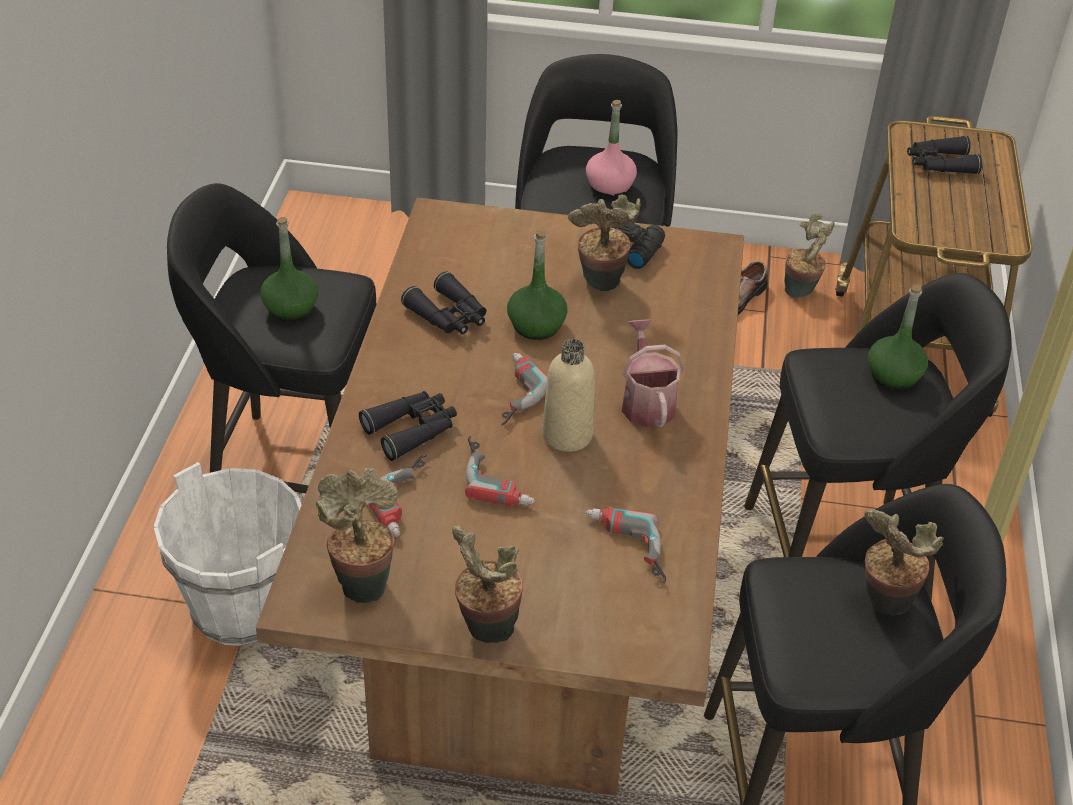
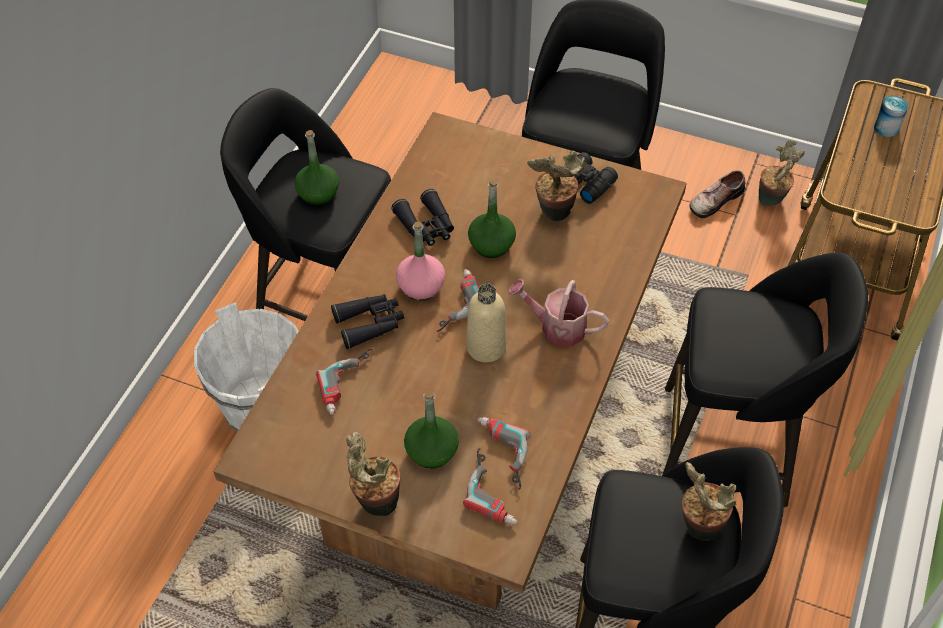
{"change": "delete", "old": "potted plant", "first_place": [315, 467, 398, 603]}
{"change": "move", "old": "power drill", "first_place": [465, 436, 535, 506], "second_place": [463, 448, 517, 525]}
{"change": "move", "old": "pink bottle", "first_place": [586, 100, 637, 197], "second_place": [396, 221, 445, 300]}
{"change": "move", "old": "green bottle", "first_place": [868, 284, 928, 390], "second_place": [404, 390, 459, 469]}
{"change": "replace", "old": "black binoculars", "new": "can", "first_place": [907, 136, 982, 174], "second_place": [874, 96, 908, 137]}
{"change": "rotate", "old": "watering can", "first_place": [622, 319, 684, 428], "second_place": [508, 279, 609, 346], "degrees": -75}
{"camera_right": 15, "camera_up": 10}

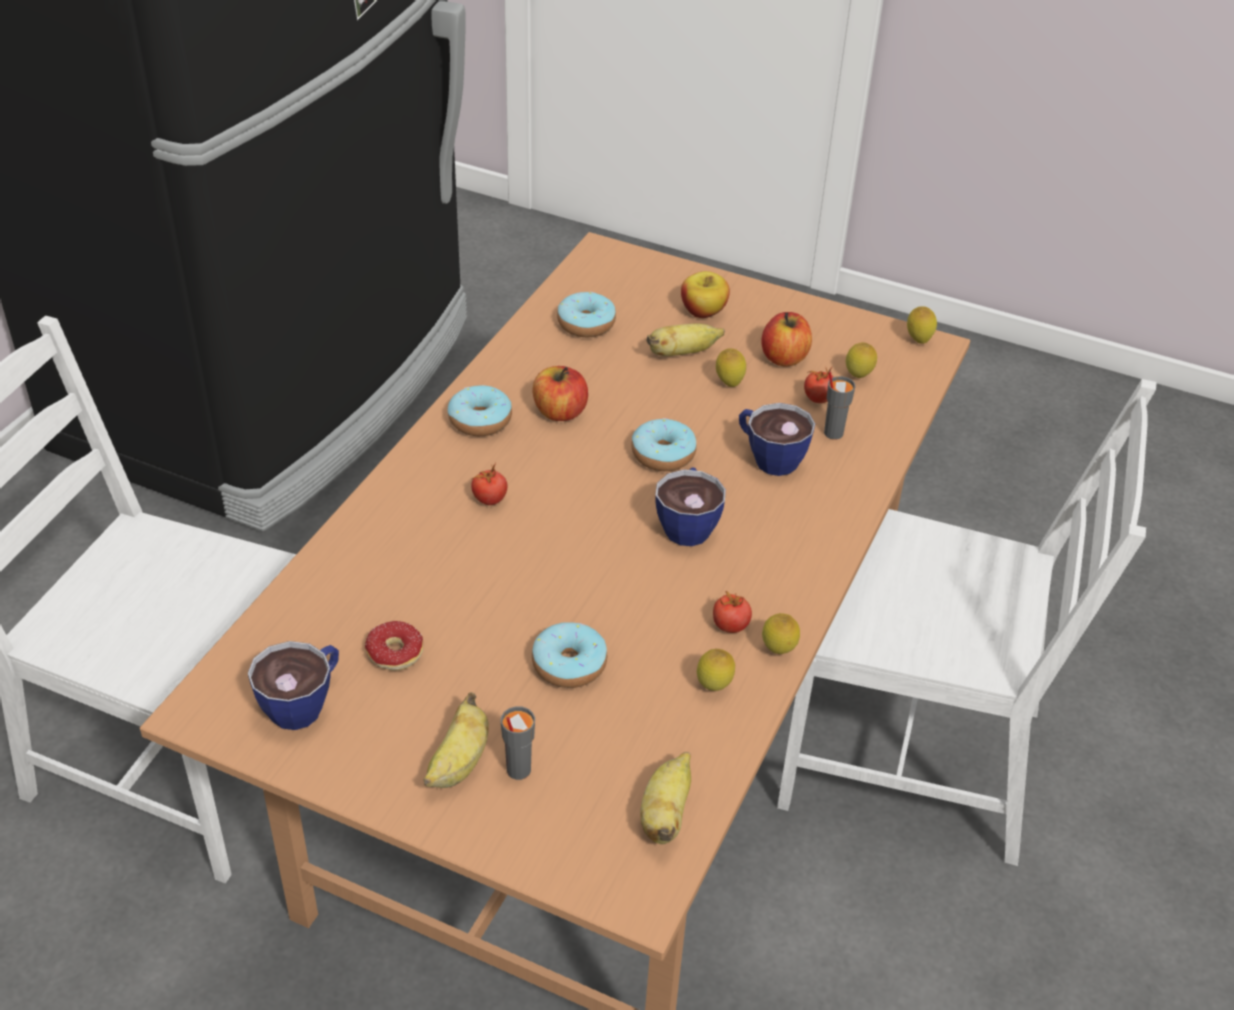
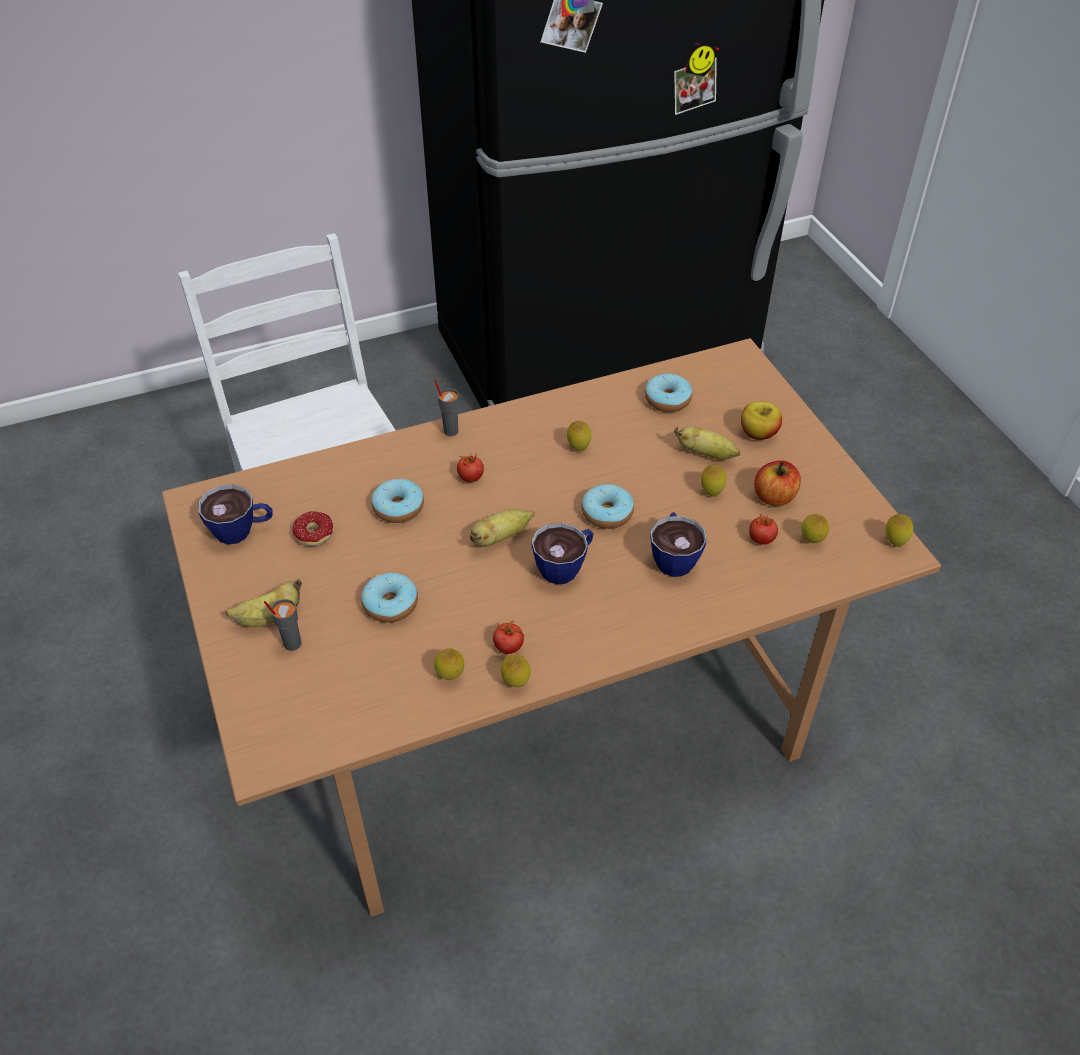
{"change": "delete", "old": "white chair", "first_place": [777, 379, 1157, 866]}
{"change": "move", "old": "donut", "first_place": [448, 385, 512, 436], "second_place": [372, 478, 424, 523]}
{"change": "move", "old": "banana", "first_place": [640, 752, 691, 844], "second_place": [470, 509, 534, 547]}
{"change": "move", "old": "grey cup", "first_place": [824, 371, 856, 440], "second_place": [434, 380, 459, 436]}
{"change": "replace", "old": "apple", "new": "lemon", "first_place": [532, 366, 588, 421], "second_place": [567, 421, 591, 451]}
{"camera_right": 45, "camera_up": 5}

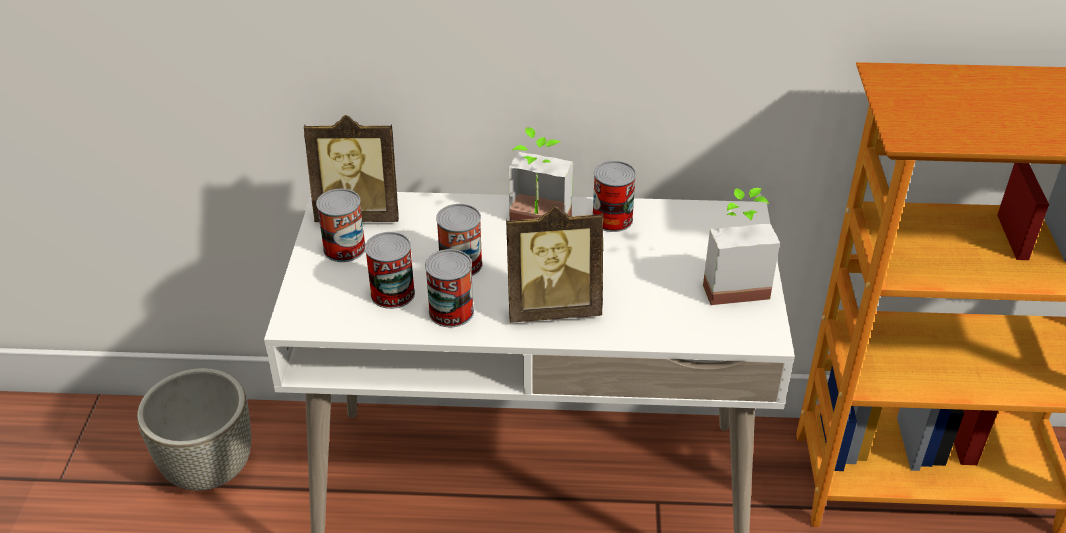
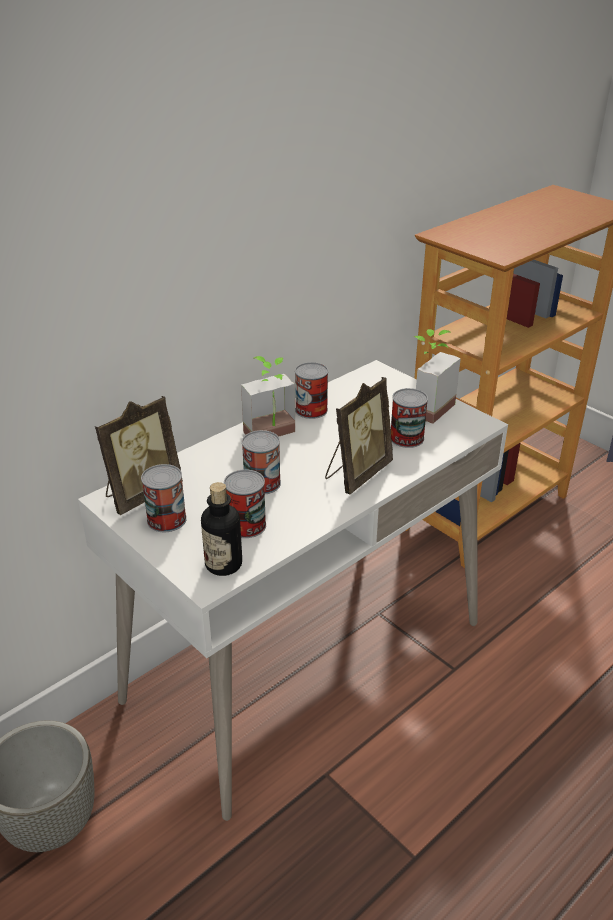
{"change": "insert", "new": "bottle", "second_place": [201, 482, 242, 576]}
{"change": "move", "old": "can", "first_place": [425, 249, 474, 327], "second_place": [391, 388, 428, 448]}
{"camera_right": -45, "camera_up": -5}

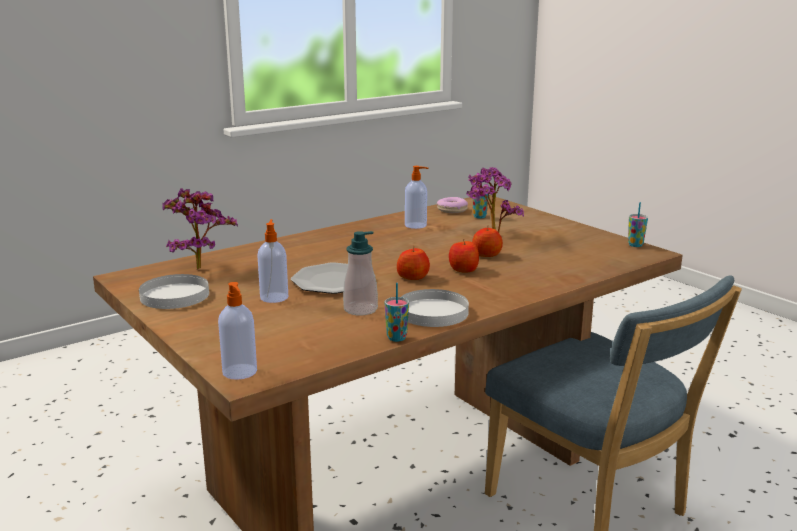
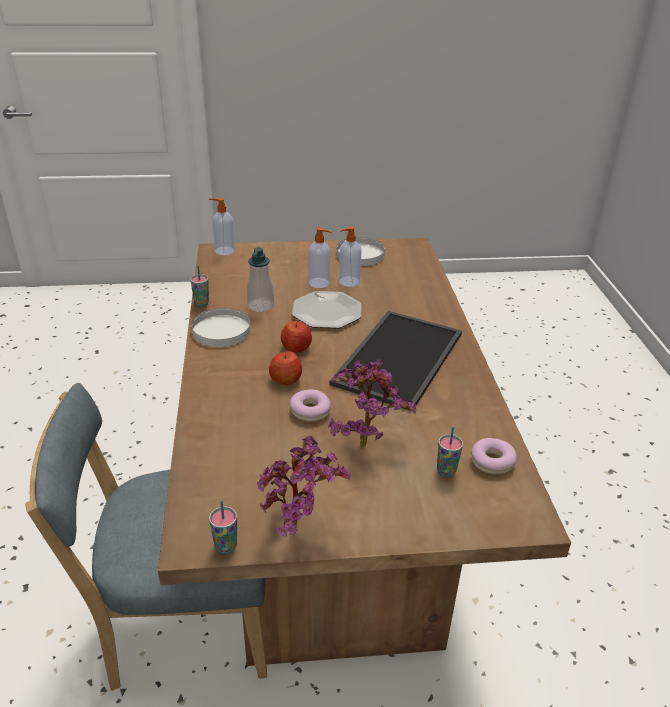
{"change": "insert", "new": "tray", "second_place": [330, 311, 462, 410]}
{"change": "move", "old": "potted plant", "first_place": [162, 188, 238, 270], "second_place": [257, 436, 351, 537]}
{"change": "move", "old": "soap dispenser", "first_place": [405, 166, 429, 229], "second_place": [339, 226, 361, 287]}
{"change": "replace", "old": "apple", "new": "donut", "first_place": [472, 228, 503, 257], "second_place": [290, 389, 331, 422]}
{"camera_right": 120, "camera_up": 15}

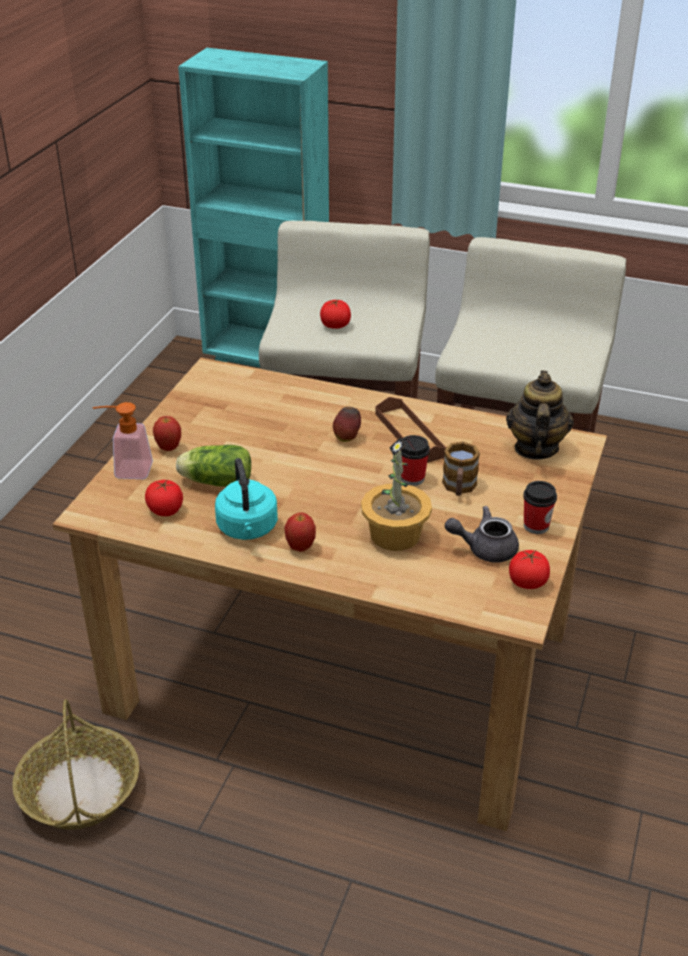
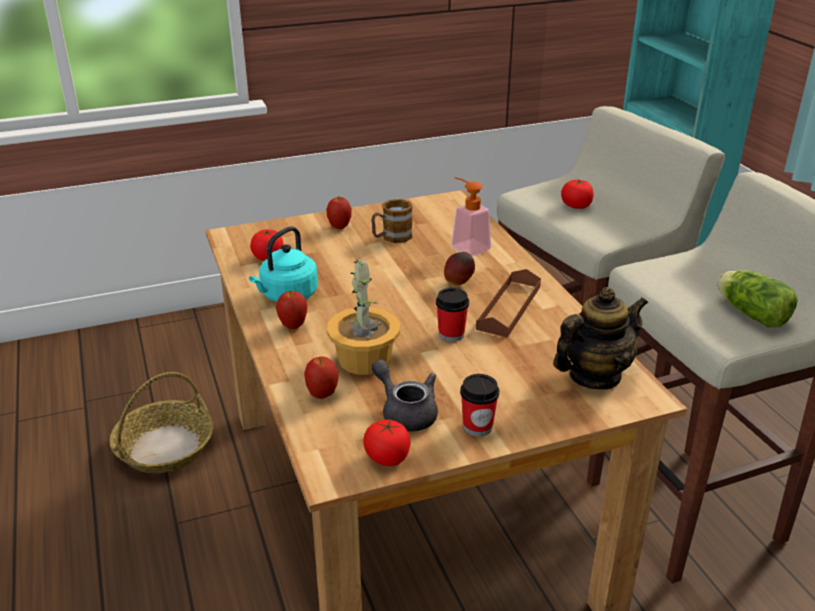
{"change": "insert", "new": "apple", "second_place": [304, 356, 338, 399]}
{"change": "move", "old": "soap dispenser", "first_place": [93, 402, 153, 479], "second_place": [451, 177, 491, 256]}
{"change": "move", "old": "lettuce", "first_place": [176, 445, 251, 487], "second_place": [717, 270, 798, 327]}
{"change": "move", "old": "mug", "first_place": [442, 442, 480, 496], "second_place": [371, 199, 412, 243]}
{"camera_right": 50, "camera_up": -5}

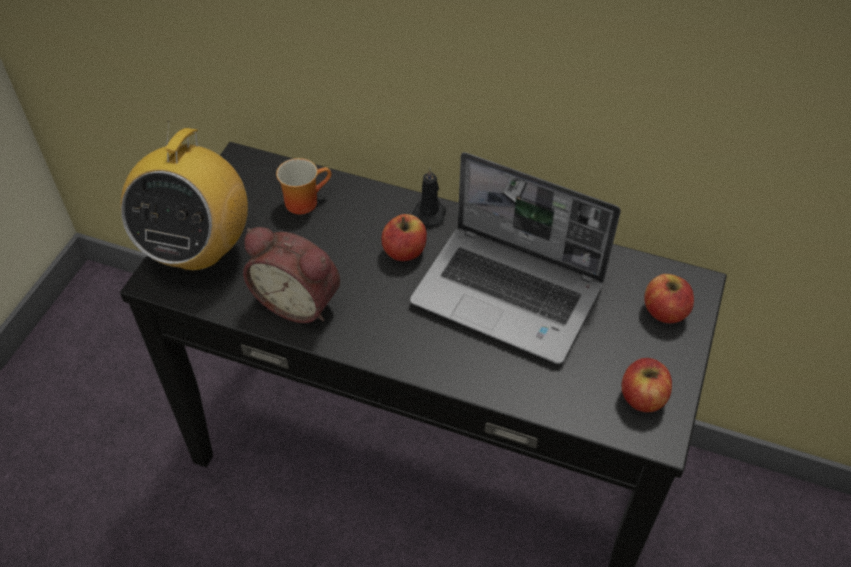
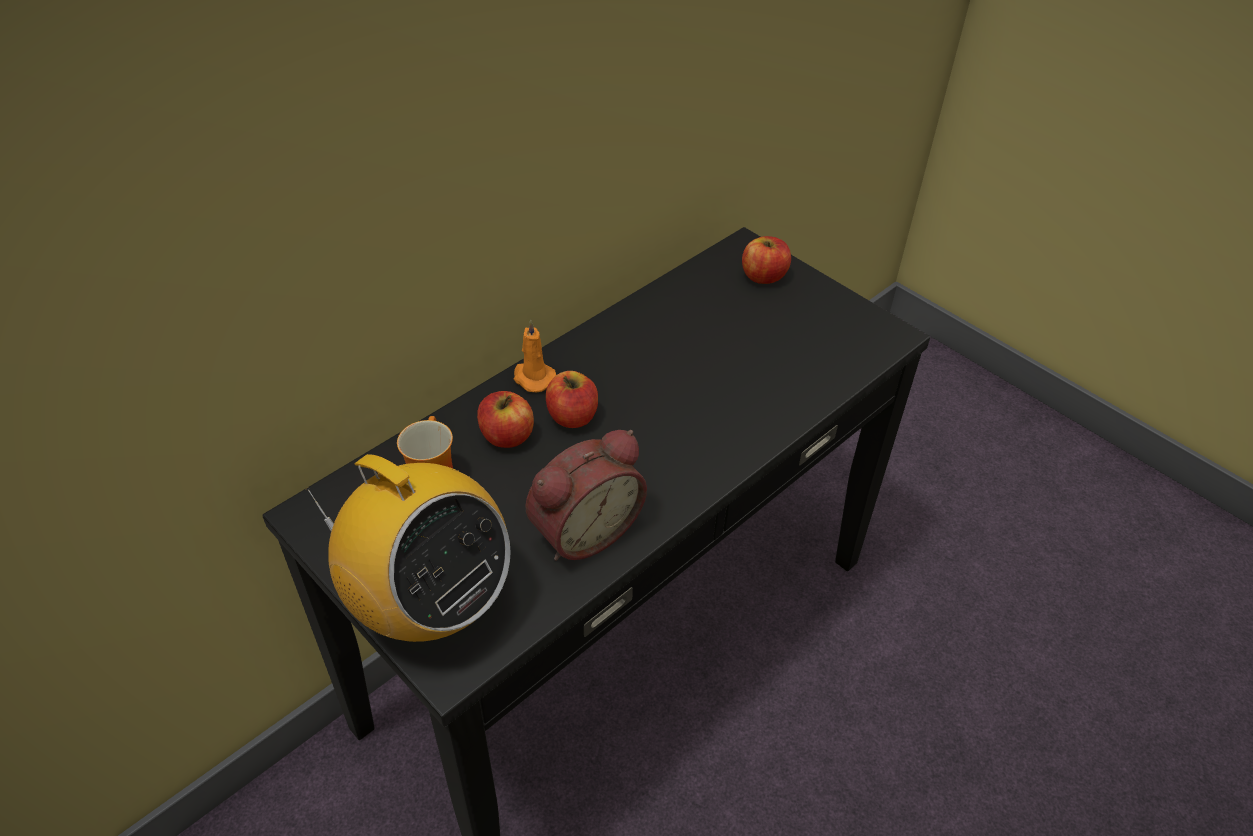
{"change": "delete", "old": "laptop", "first_place": [410, 152, 621, 364]}
{"change": "move", "old": "apple", "first_place": [622, 358, 672, 412], "second_place": [477, 391, 534, 448]}
{"change": "recolor", "old": "black candle", "new": "orange candle", "first_place": [412, 168, 446, 226], "second_place": [514, 320, 556, 392]}
{"camera_right": -65, "camera_up": -5}

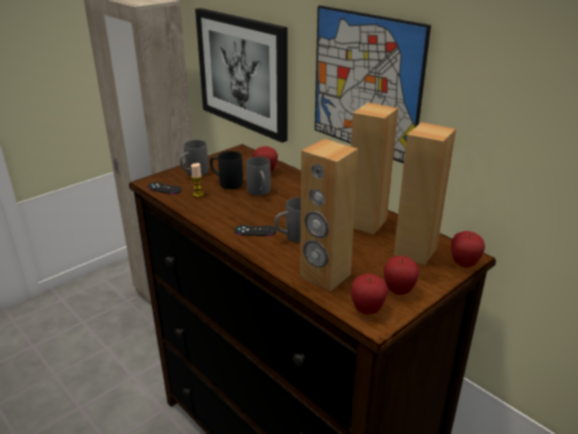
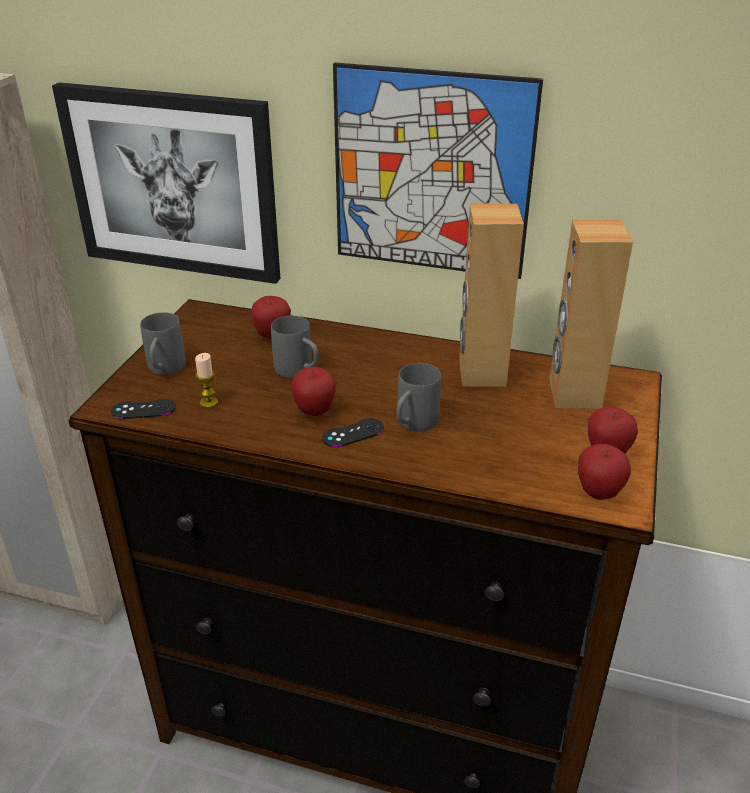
{"change": "delete", "old": "black mug", "first_place": [210, 151, 243, 189]}
{"change": "delete", "old": "brown speaker", "first_place": [300, 139, 358, 291]}
{"change": "move", "old": "apple", "first_place": [451, 231, 485, 268], "second_place": [291, 367, 336, 416]}
{"camera_right": -30, "camera_up": 5}

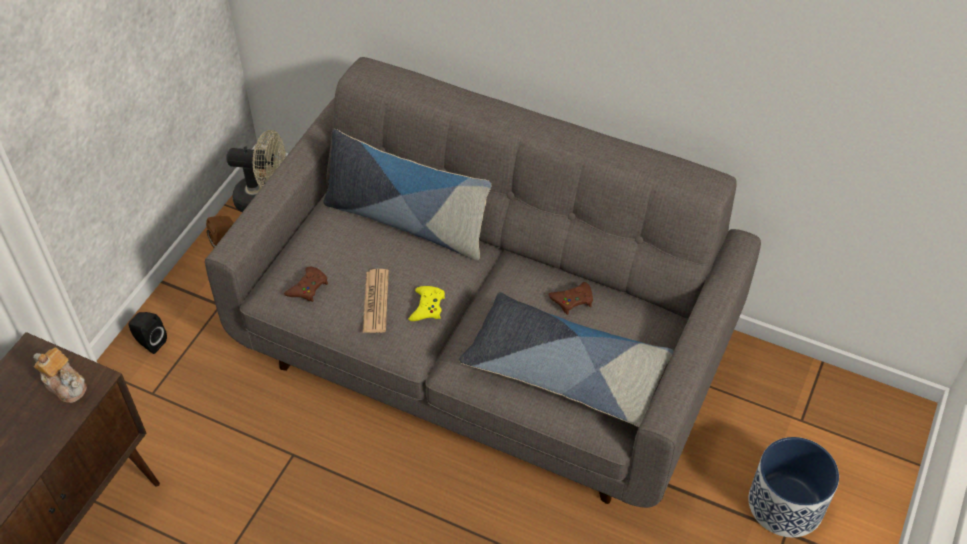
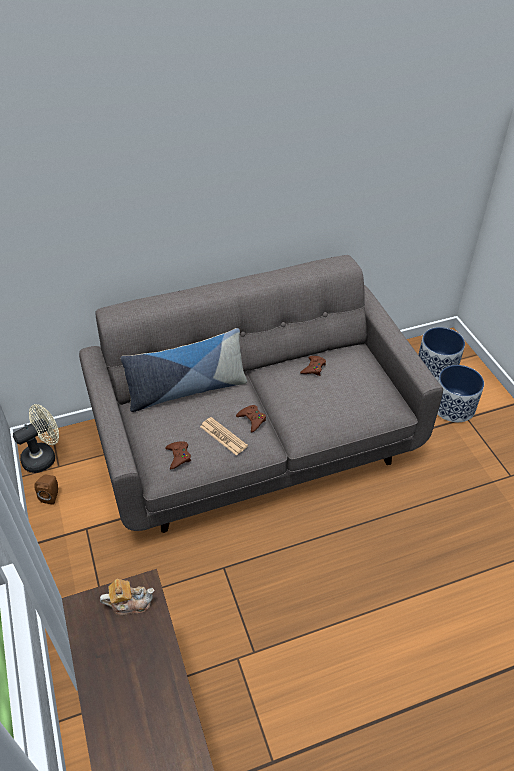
{"change": "delete", "old": "black speaker", "first_place": [128, 312, 167, 354]}
{"change": "delete", "old": "pillow", "first_place": [459, 292, 674, 427]}
{"change": "insert", "new": "planter", "second_place": [418, 327, 465, 381]}
{"change": "recolor", "old": "yellow game controller", "new": "brown game controller", "first_place": [408, 286, 445, 321], "second_place": [236, 405, 266, 432]}
{"camera_right": -45, "camera_up": -5}

